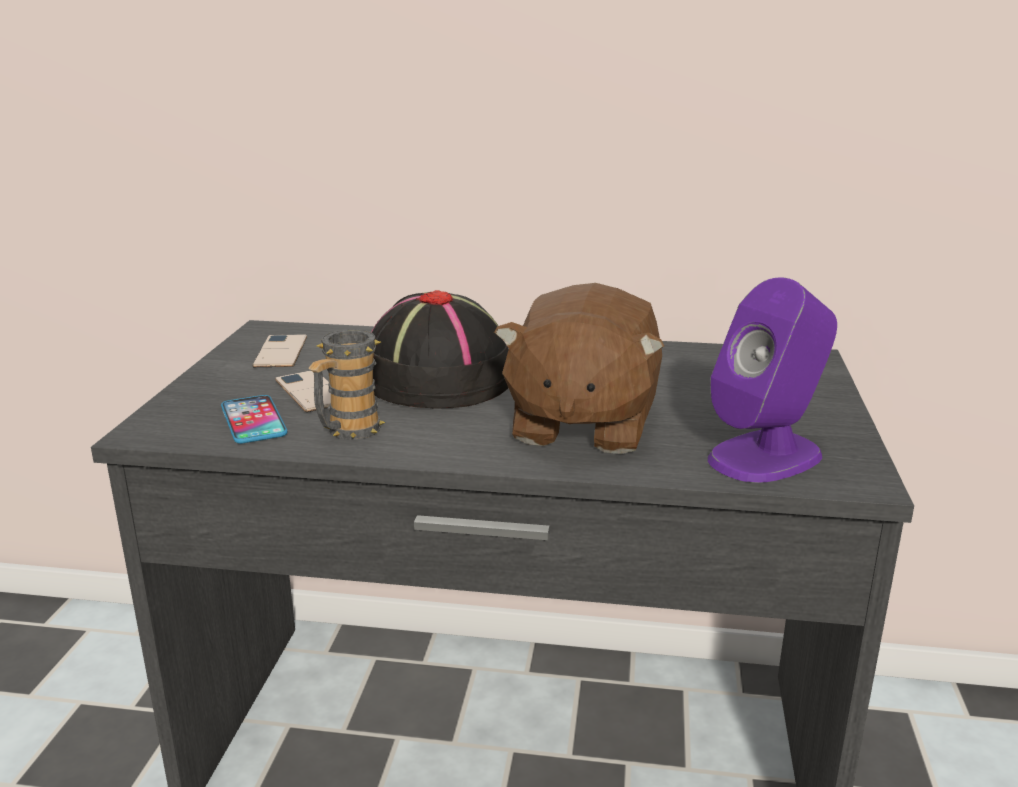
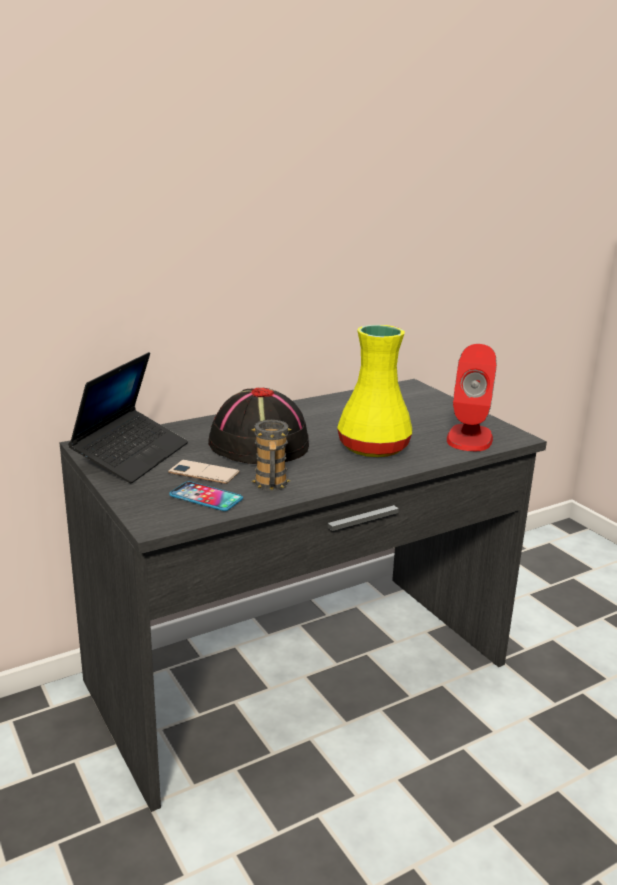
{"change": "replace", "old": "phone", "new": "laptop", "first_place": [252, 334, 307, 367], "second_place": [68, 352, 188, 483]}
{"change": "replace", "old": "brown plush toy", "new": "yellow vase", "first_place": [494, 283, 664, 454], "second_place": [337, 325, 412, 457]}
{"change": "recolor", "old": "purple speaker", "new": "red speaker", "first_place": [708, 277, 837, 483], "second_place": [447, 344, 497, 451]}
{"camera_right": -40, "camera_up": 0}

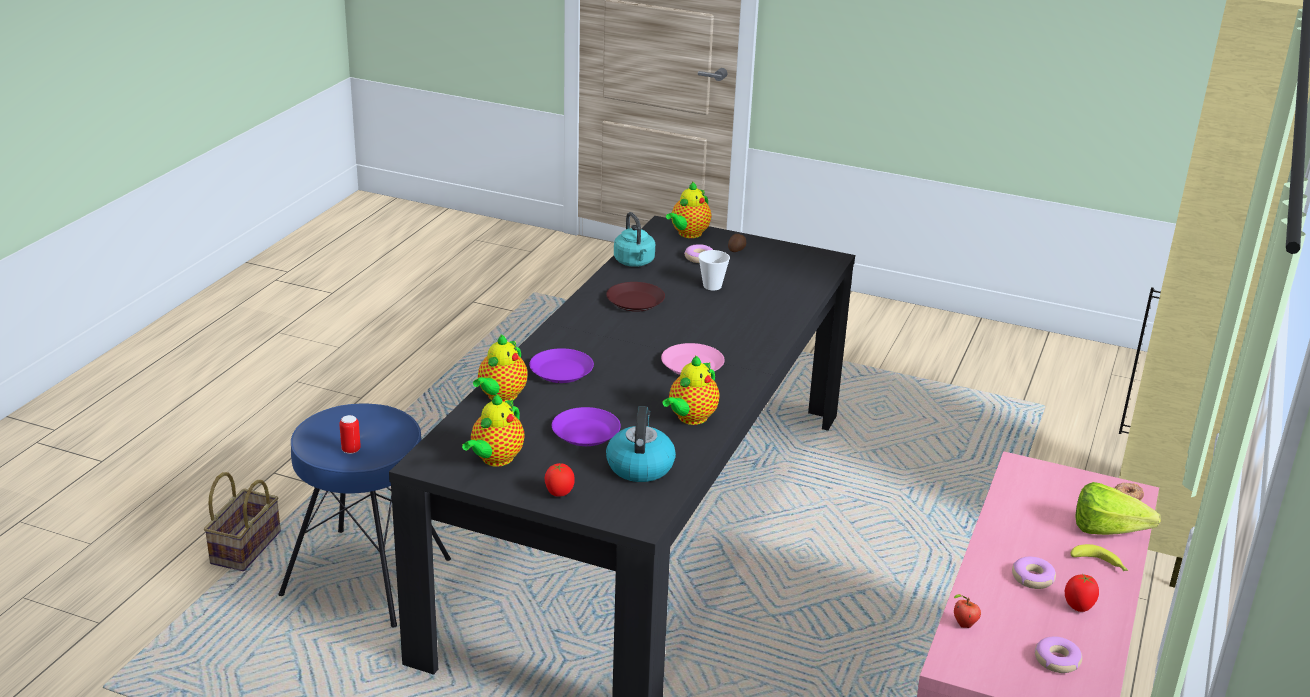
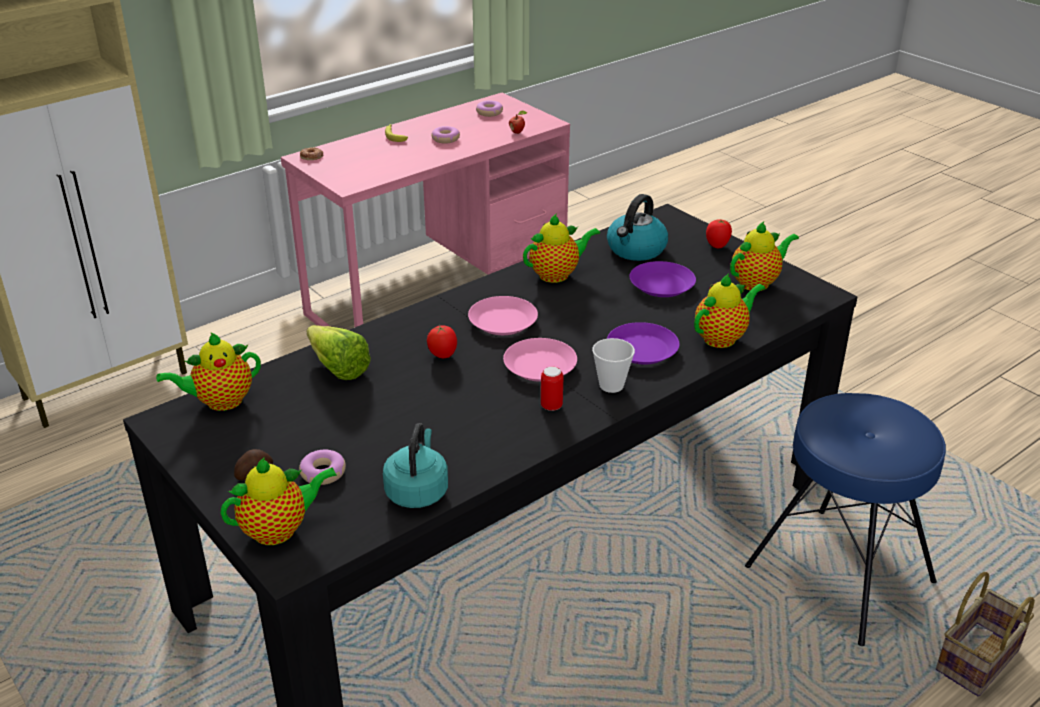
{"change": "delete", "old": "brown plate", "first_place": [606, 282, 665, 312]}
{"change": "insert", "new": "teapot", "second_place": [156, 332, 261, 411]}
{"change": "insert", "new": "pink plate", "second_place": [503, 338, 577, 382]}
{"change": "move", "old": "can", "first_place": [339, 415, 361, 454], "second_place": [541, 367, 563, 411]}
{"change": "move", "old": "cup", "first_place": [698, 250, 730, 290], "second_place": [592, 338, 635, 393]}
{"change": "move", "old": "tomato", "first_place": [1065, 575, 1099, 612], "second_place": [427, 325, 457, 358]}
{"change": "move", "old": "lettuce", "first_place": [1075, 482, 1161, 535], "second_place": [307, 325, 371, 380]}
{"camera_right": -150, "camera_up": 5}

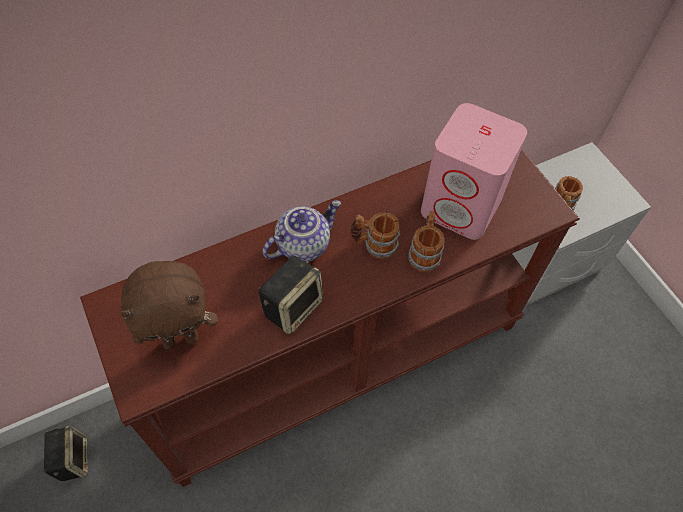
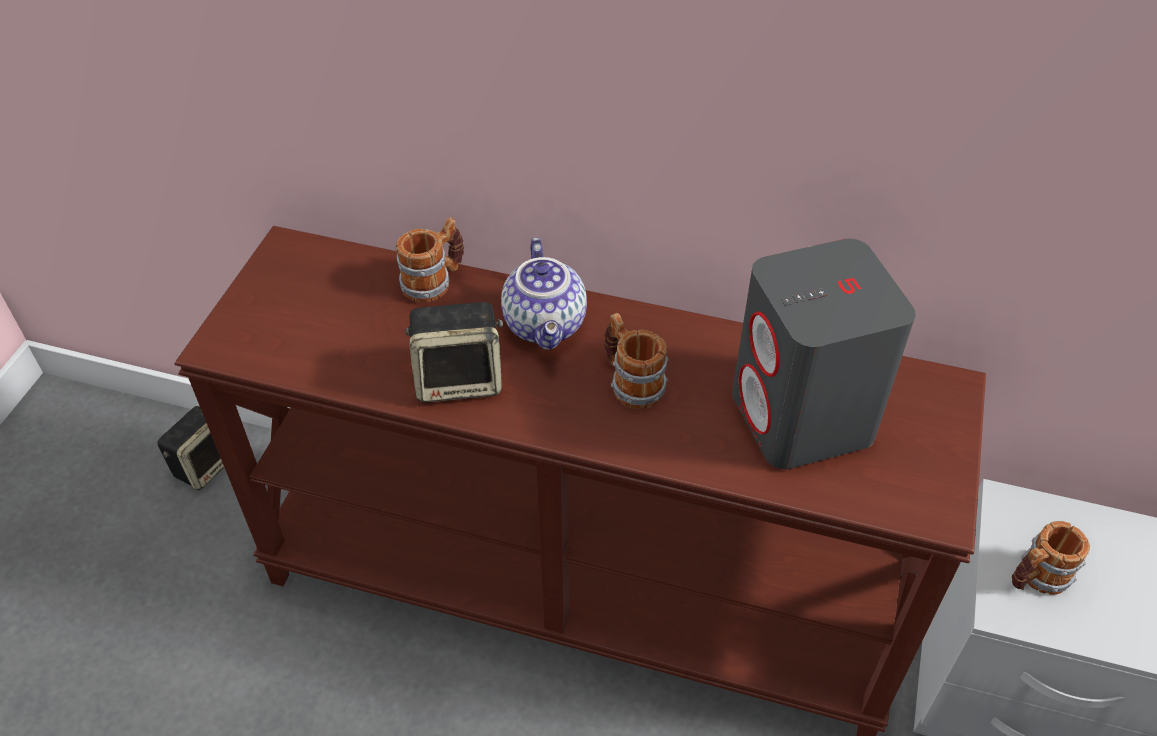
{"change": "delete", "old": "brown plush toy", "first_place": [119, 261, 218, 350]}
{"change": "move", "old": "mug", "first_place": [408, 211, 445, 272], "second_place": [396, 218, 464, 303]}
{"change": "recolor", "old": "pink speaker", "new": "grey speaker", "first_place": [421, 103, 527, 240], "second_place": [732, 239, 916, 469]}
{"change": "rotate", "old": "teapot", "first_place": [262, 200, 341, 262], "second_place": [501, 238, 587, 350], "degrees": 75}
{"camera_right": 45, "camera_up": -10}

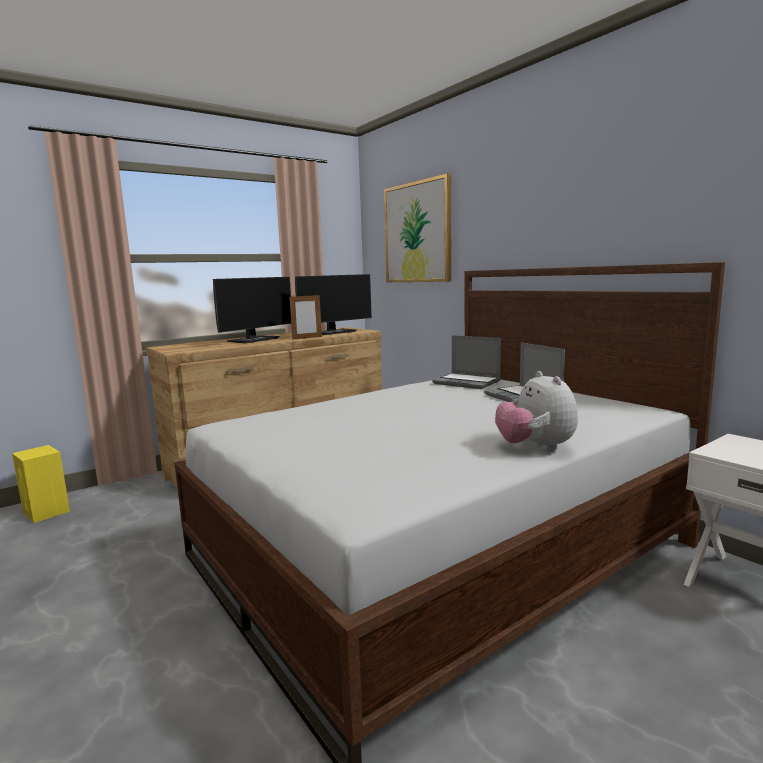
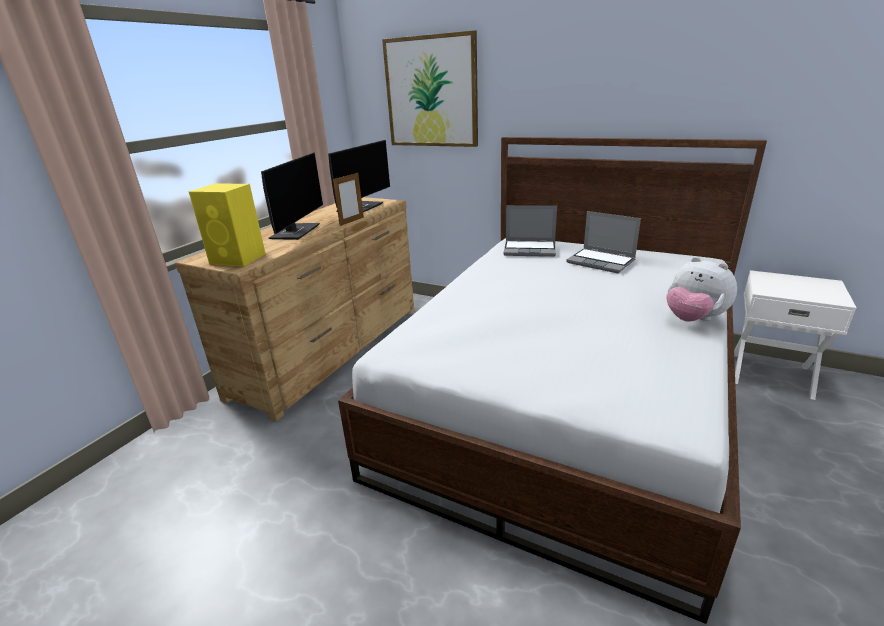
{"change": "move", "old": "yellow speaker", "first_place": [12, 445, 70, 523], "second_place": [189, 183, 266, 267]}
{"camera_right": -25, "camera_up": 15}

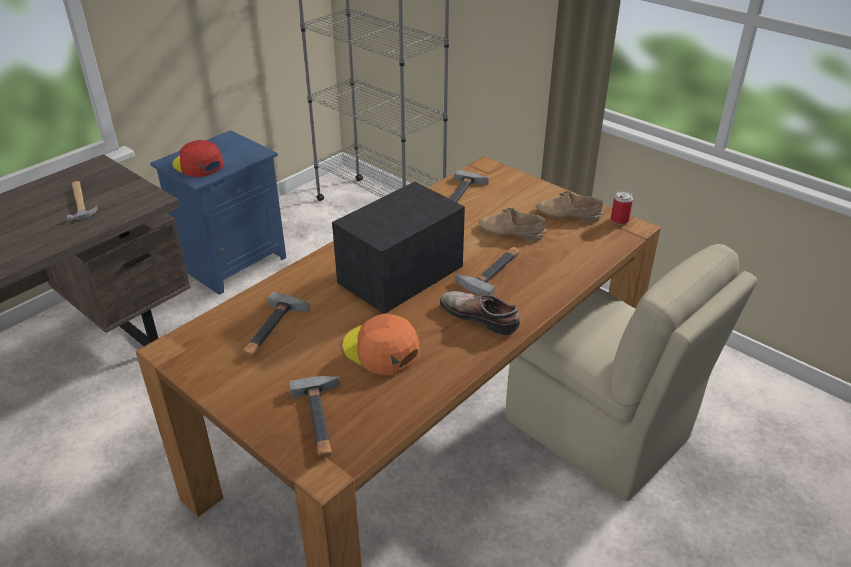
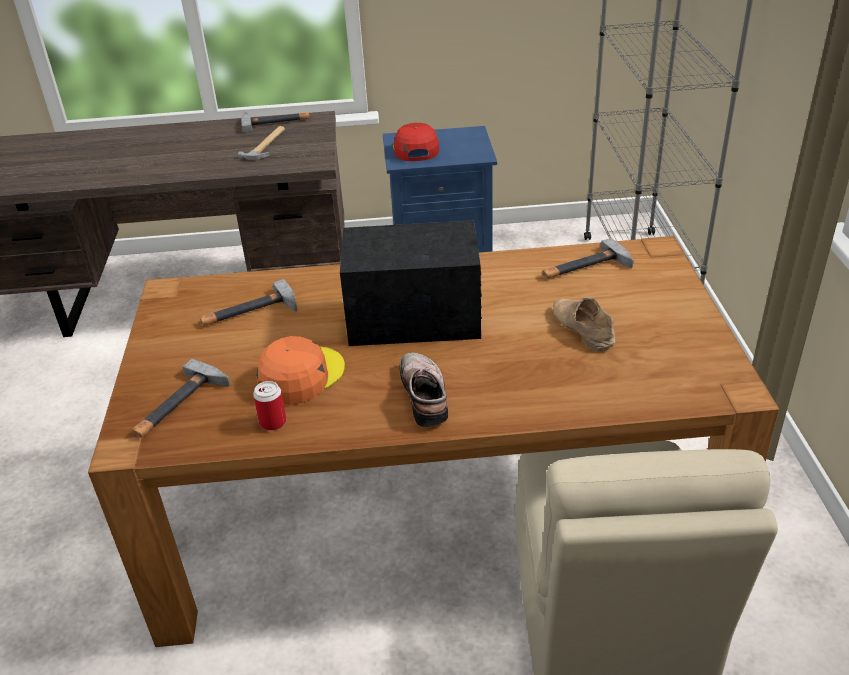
{"change": "delete", "old": "beige shoe", "first_place": [536, 191, 603, 223]}
{"change": "move", "old": "hammer", "first_place": [456, 247, 520, 296], "second_place": [241, 112, 310, 133]}
{"change": "move", "old": "can", "first_place": [611, 191, 633, 225], "second_place": [253, 381, 286, 431]}
{"change": "rotate", "old": "orange cap", "first_place": [342, 314, 420, 375], "second_place": [256, 336, 345, 405], "degrees": 45}
{"camera_right": 45, "camera_up": 0}

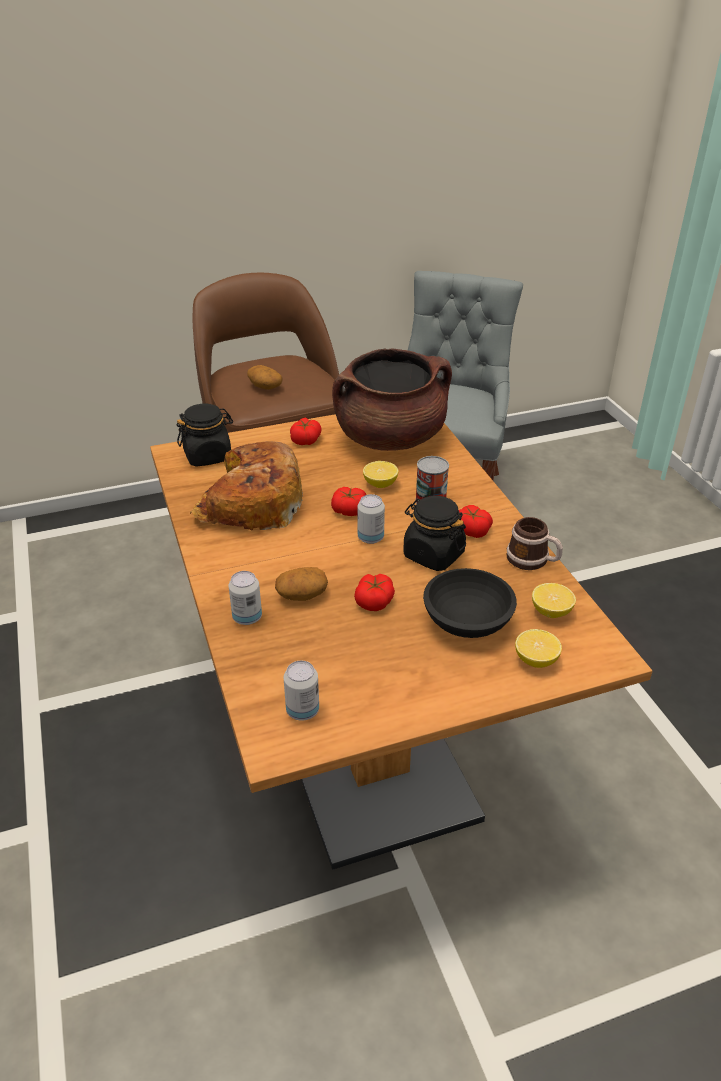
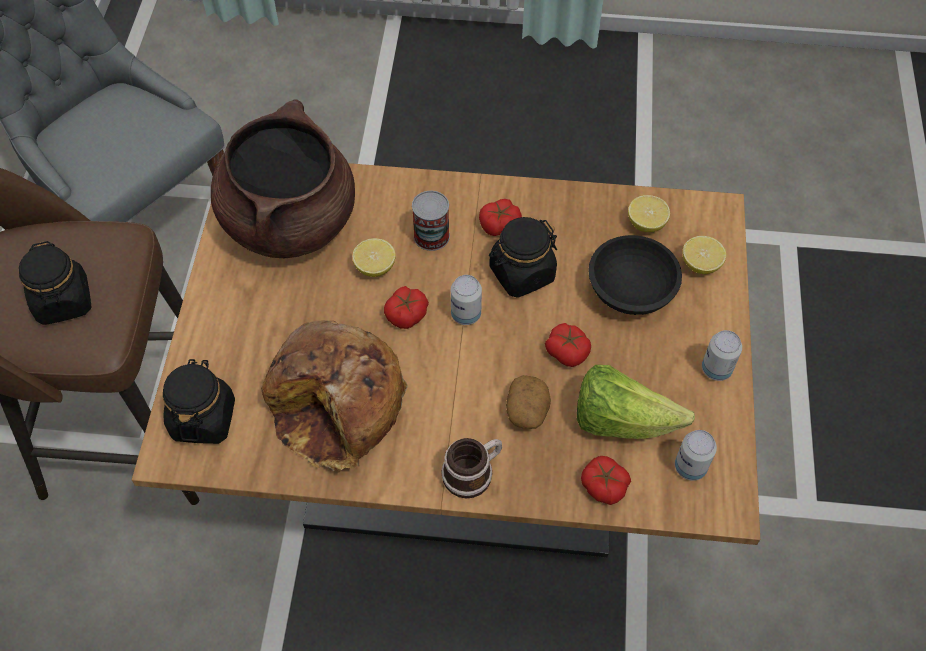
{"change": "insert", "new": "lettuce", "second_place": [577, 365, 695, 439]}
{"change": "move", "old": "can", "first_place": [229, 571, 262, 625], "second_place": [702, 330, 742, 381]}
{"change": "move", "old": "tomato", "first_place": [290, 417, 322, 445], "second_place": [581, 456, 631, 505]}
{"change": "move", "old": "mug", "first_place": [506, 517, 563, 570], "second_place": [441, 438, 502, 498]}
{"change": "replace", "old": "potato", "new": "black jar", "first_place": [247, 365, 283, 390], "second_place": [19, 241, 92, 325]}
{"camera_right": -65, "camera_up": 20}

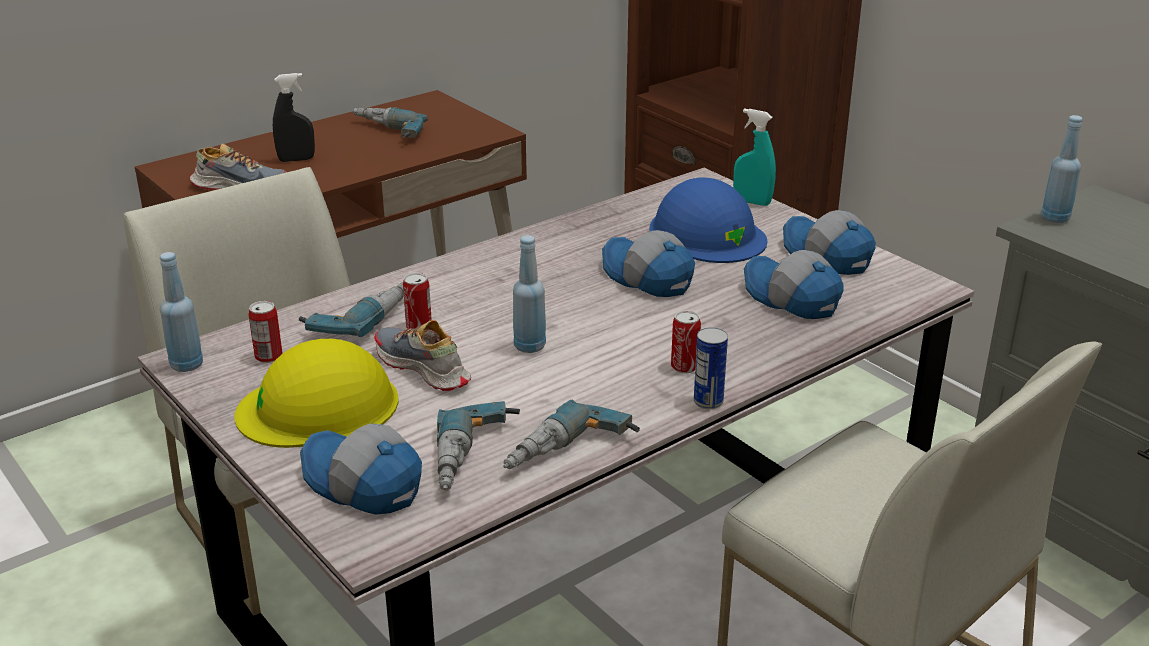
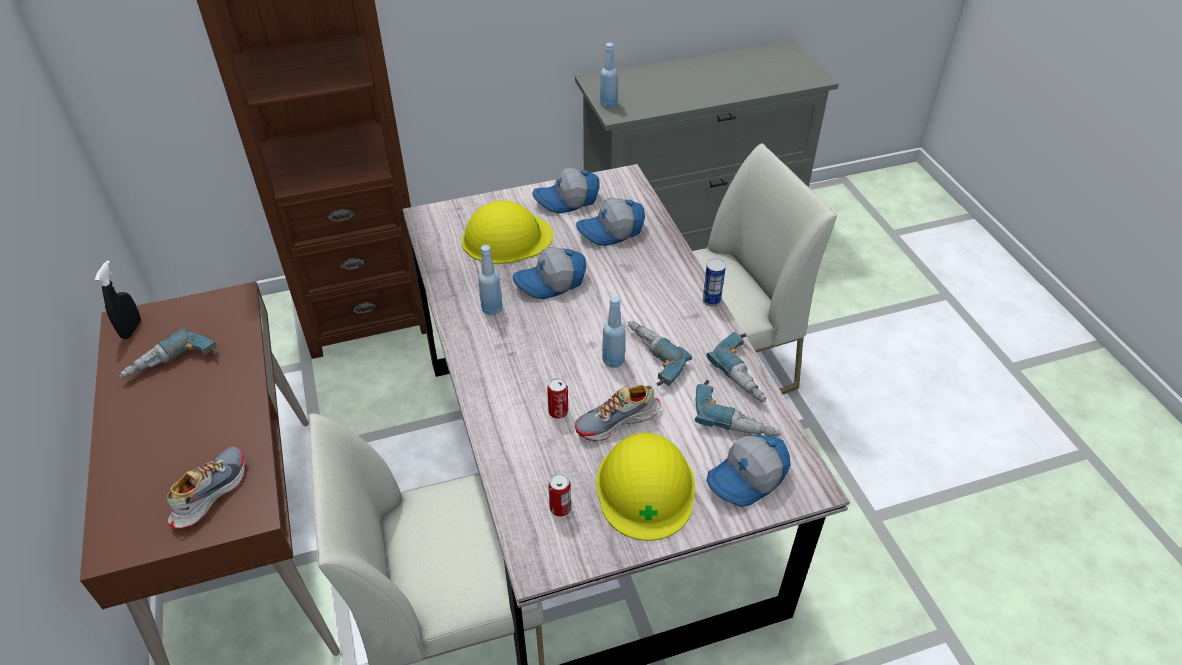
{"change": "delete", "old": "can", "first_place": [671, 310, 701, 373]}
{"change": "delete", "old": "turquoise spray bottle", "first_place": [733, 108, 776, 206]}
{"change": "move", "old": "blue bottle", "first_place": [160, 252, 203, 372], "second_place": [478, 245, 503, 315]}
{"change": "move", "old": "black spray bottle", "first_place": [273, 73, 315, 162], "second_place": [95, 260, 141, 339]}
{"change": "move", "old": "power drill", "first_place": [299, 282, 404, 337], "second_place": [628, 321, 692, 386]}
{"change": "recolor", "old": "blue hard hat", "new": "yellow hard hat", "first_place": [649, 177, 767, 263], "second_place": [462, 201, 553, 264]}
{"camera_right": -70, "camera_up": 15}

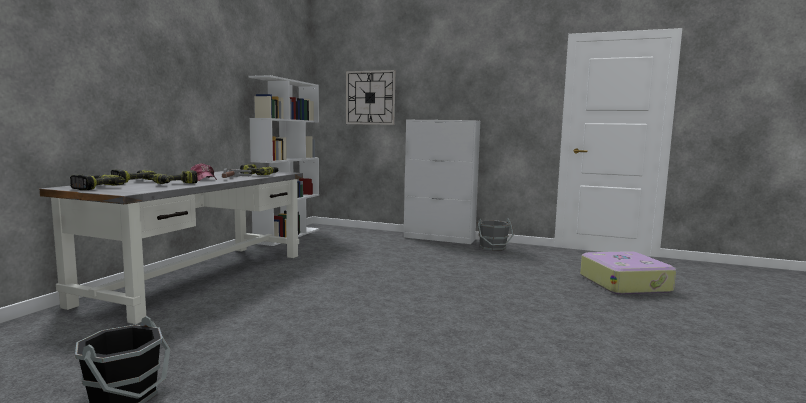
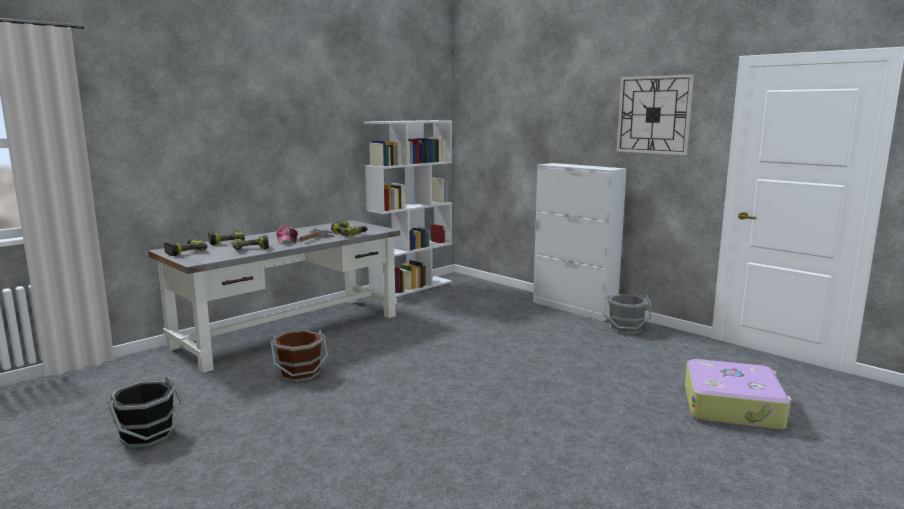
{"change": "insert", "new": "brown bucket", "second_place": [271, 329, 328, 382]}
{"change": "move", "old": "wall clock", "first_place": [346, 70, 395, 125], "second_place": [617, 74, 694, 155]}
{"camera_right": 25, "camera_up": 5}

